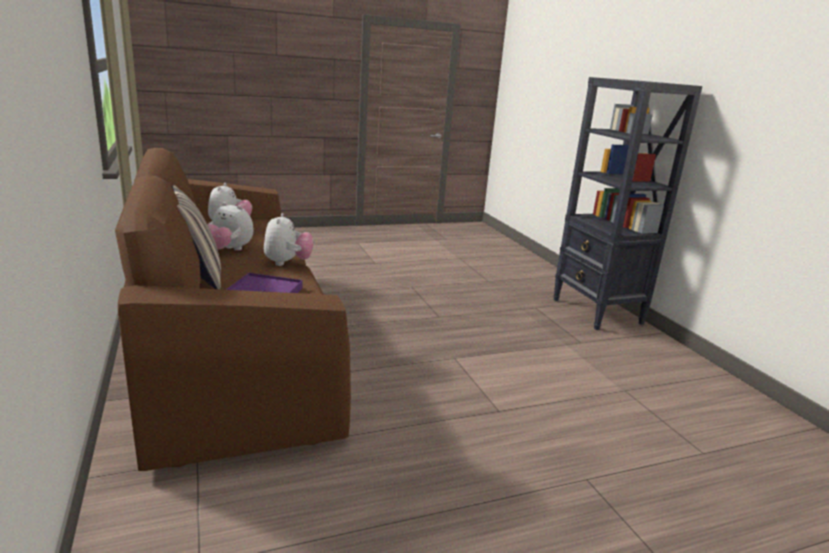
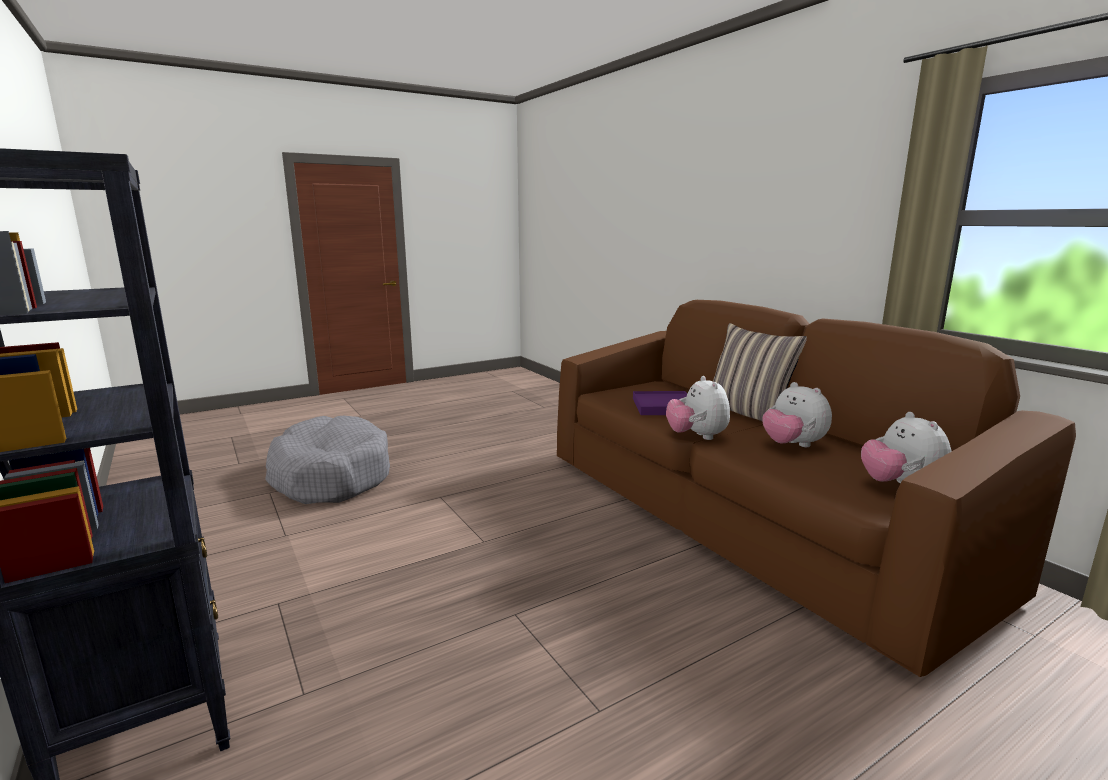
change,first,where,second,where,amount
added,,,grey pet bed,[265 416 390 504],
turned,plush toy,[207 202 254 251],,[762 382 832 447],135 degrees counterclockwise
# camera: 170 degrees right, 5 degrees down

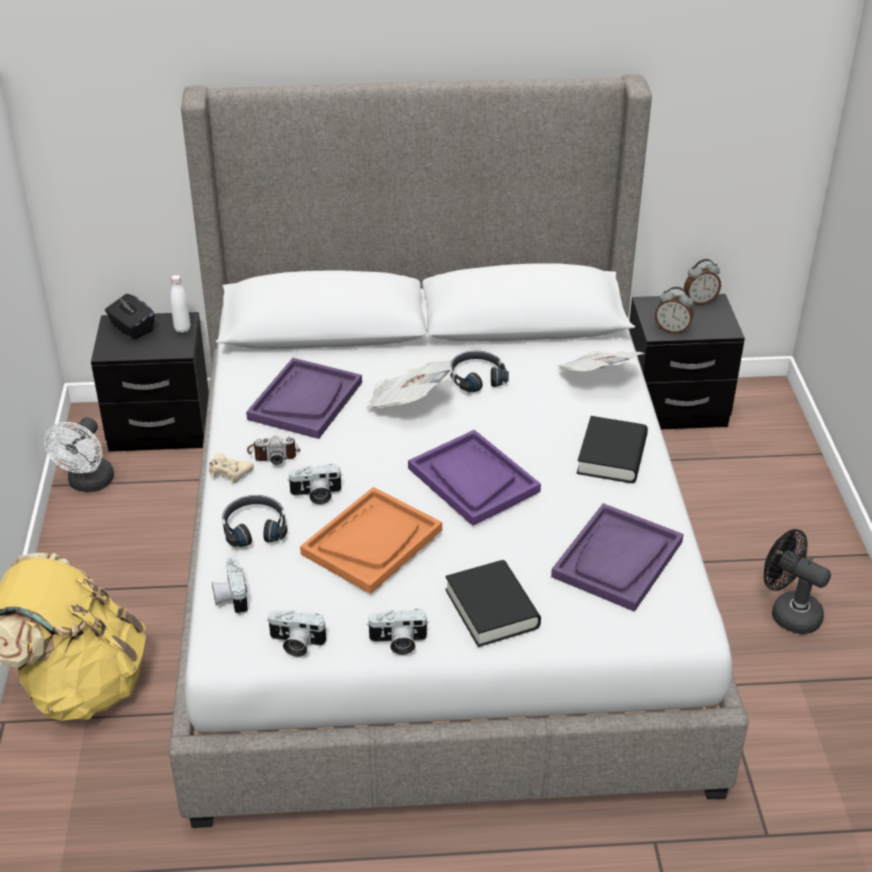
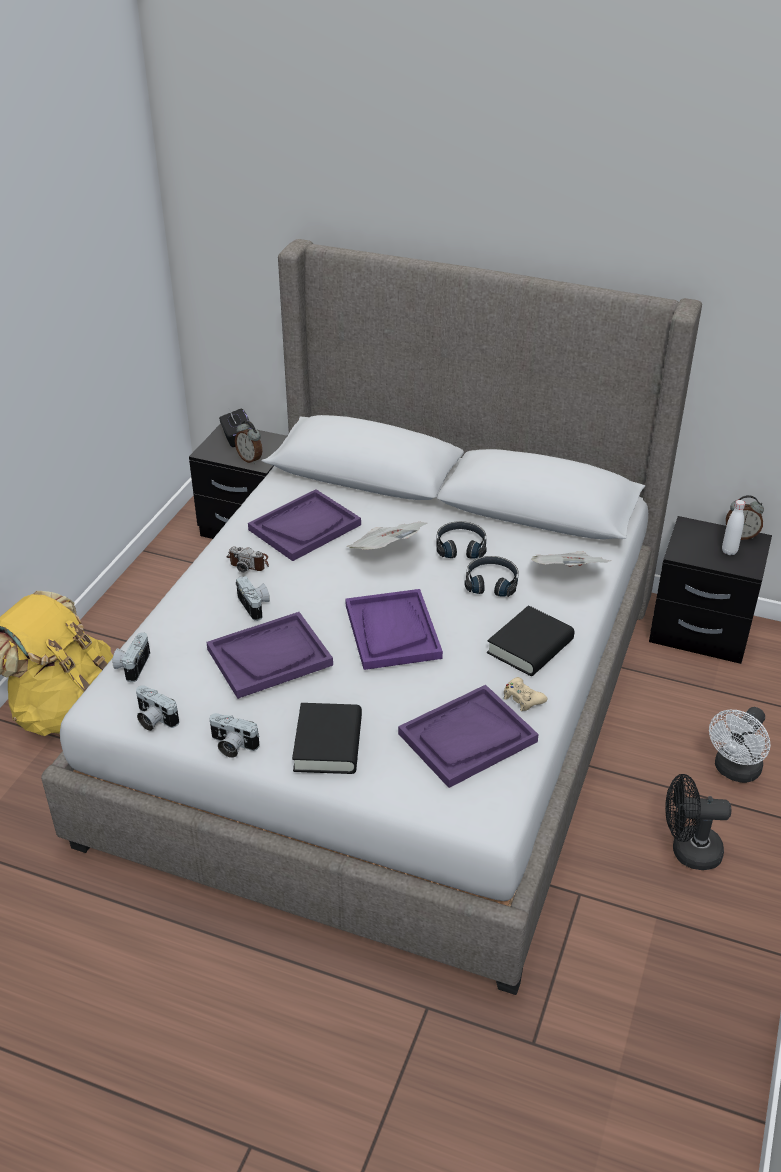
change,first,where,second,where,amount
recoloured,orange-coloured carrying tray,[300 487 442 594],purplish carrying tray,[206 612 333 699],
moved,table clock,[655 287 693 334],,[235 421 262 464],
turned,photo camera,[287 464 343 505],,[236 576 270 621],135 degrees counterclockwise
moved,black headset,[222 495 288 547],,[464 556 518 597],
moved,beige gamepad,[209 454 254 484],,[504 677 547 711],
turned,black electric fan,[764 529 831 634],,[665 774 731 870],60 degrees counterclockwise
moved,white electric fan,[44 417 114 492],,[709 707 771 783],
moved,white drink bottle,[170 275 190 333],,[722 500 745 555],
# camera: 25 degrees right, 0 degrees up

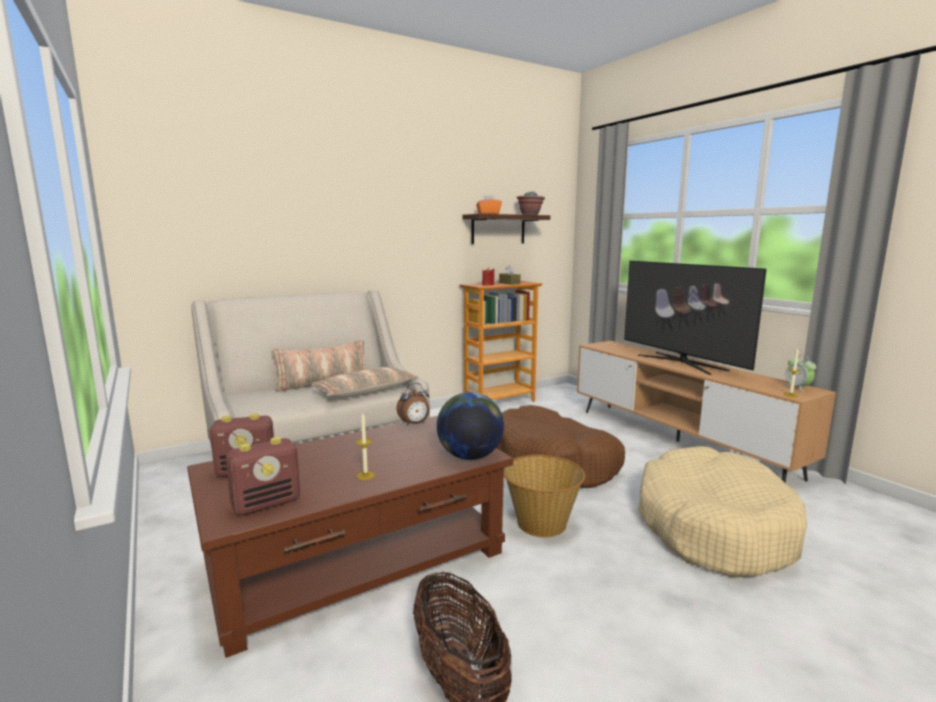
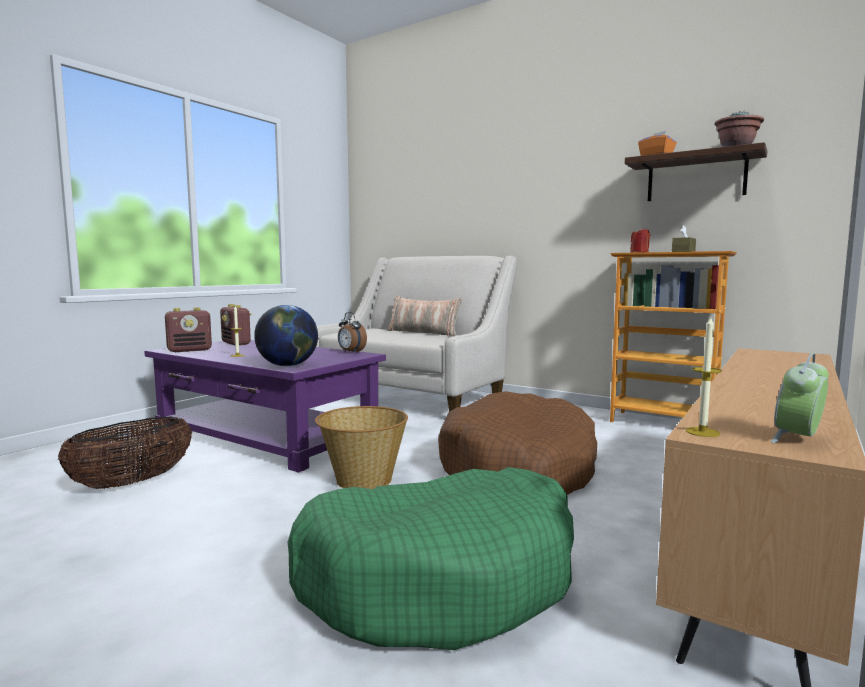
change,first,where,second,where,amount
recoloured,brown low table,[187 416 513 658],purplish low table,[144 340 386 472],
turned,radio set,[226 437 300 515],,[165 307 212 352],60 degrees counterclockwise
recoloured,beige pet bed,[638 446 807 578],green-coloured pet bed,[288 467 574 650],
removed,throw pillow,[310 367 418 398],,,
removed,TV set,[624 261 767 375],,,
# camera: 65 degrees right, 5 degrees down

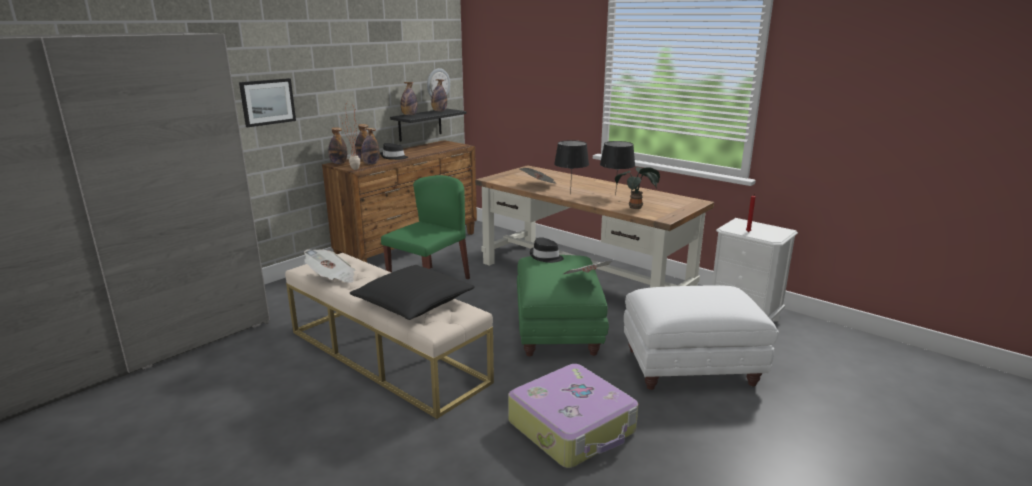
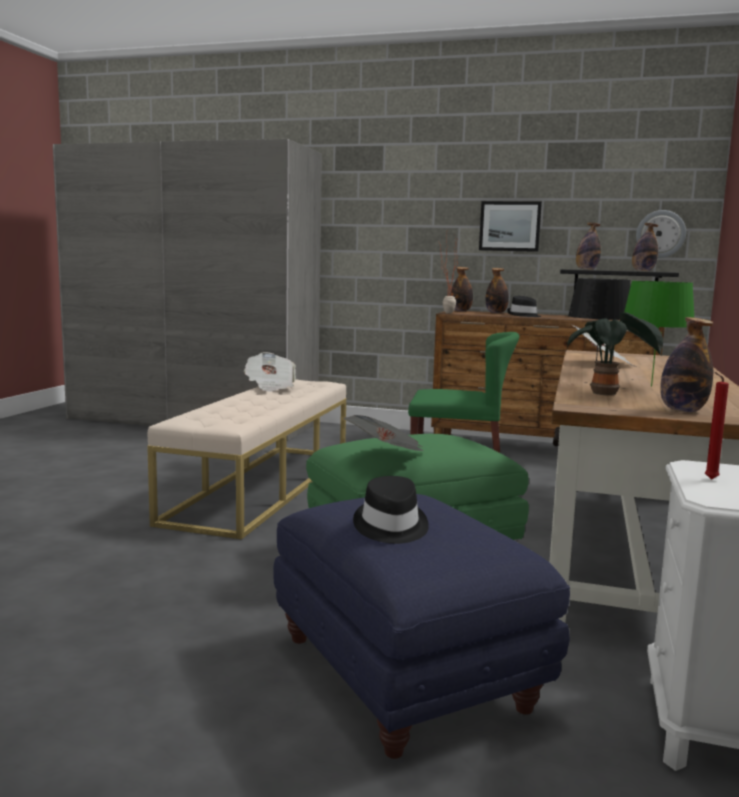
change,first,where,second,where,amount
recoloured,white pouffe,[624 285 778 390],blue-coloured pouffe,[273 494 570 759],
moved,black clothing hat,[529 237 564 263],,[353 476 429 544],
moved,wall art,[239 78 296 127],,[479 201 542 252],
recoloured,black tabletop lamp,[600 141 635 196],green-coloured tabletop lamp,[624 281 694 386],
moved,drink bottle,[361 128 380 165],,[660 317 713 412],
removed,black throw pillow,[349 265 475 320],,,
removed,piece of luggage,[508 364 638 468],,,
# camera: 65 degrees right, 10 degrees down

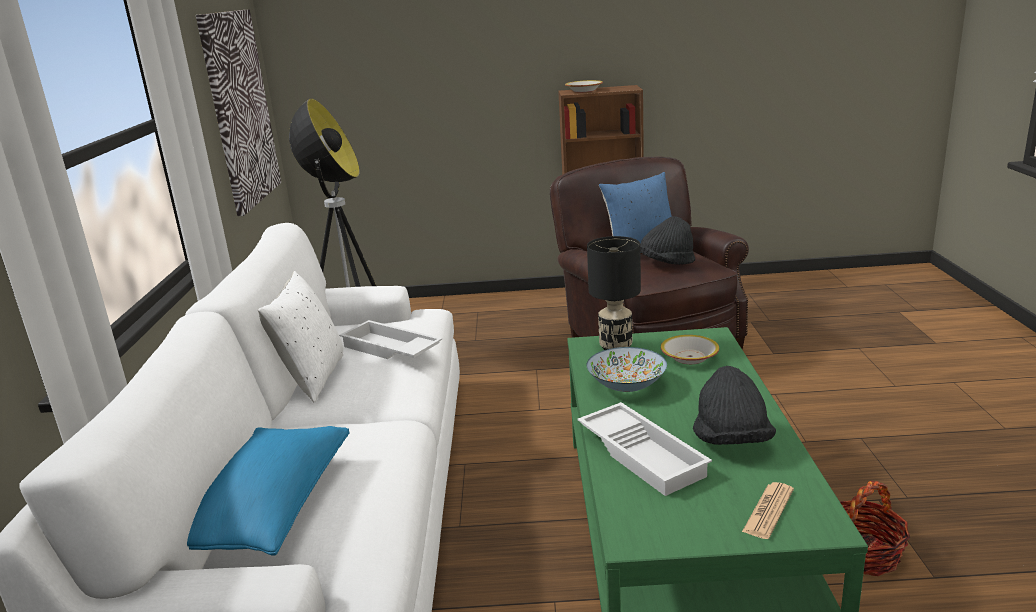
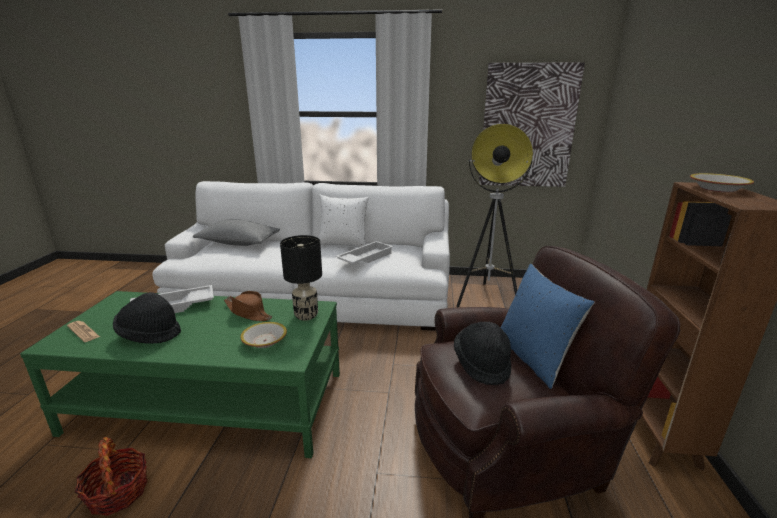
change,first,where,second,where,amount
recoloured,blue-coloured throw pillow,[187 426 350 555],grey throw pillow,[193 219 280 246],
replaced,bowl,[586 347 667 392],brown clothing hat,[224 291 272 321],
# camera: 95 degrees right, 0 degrees up

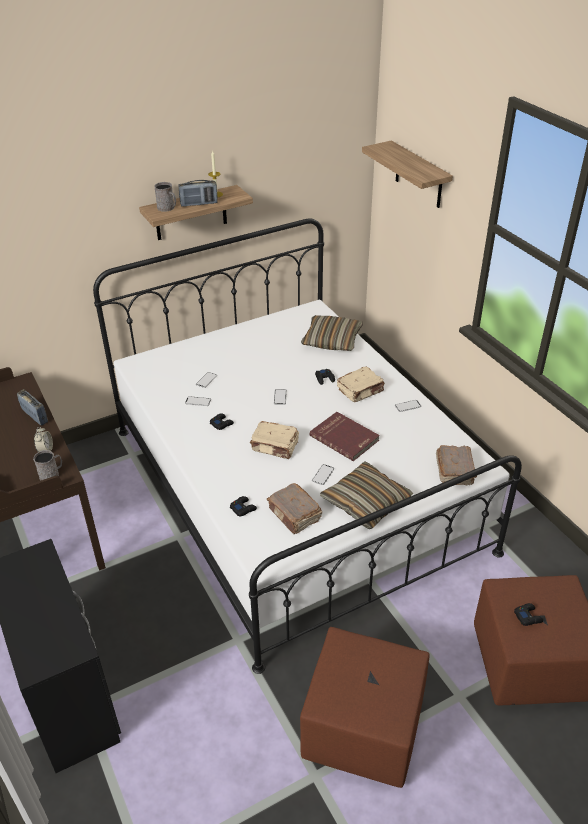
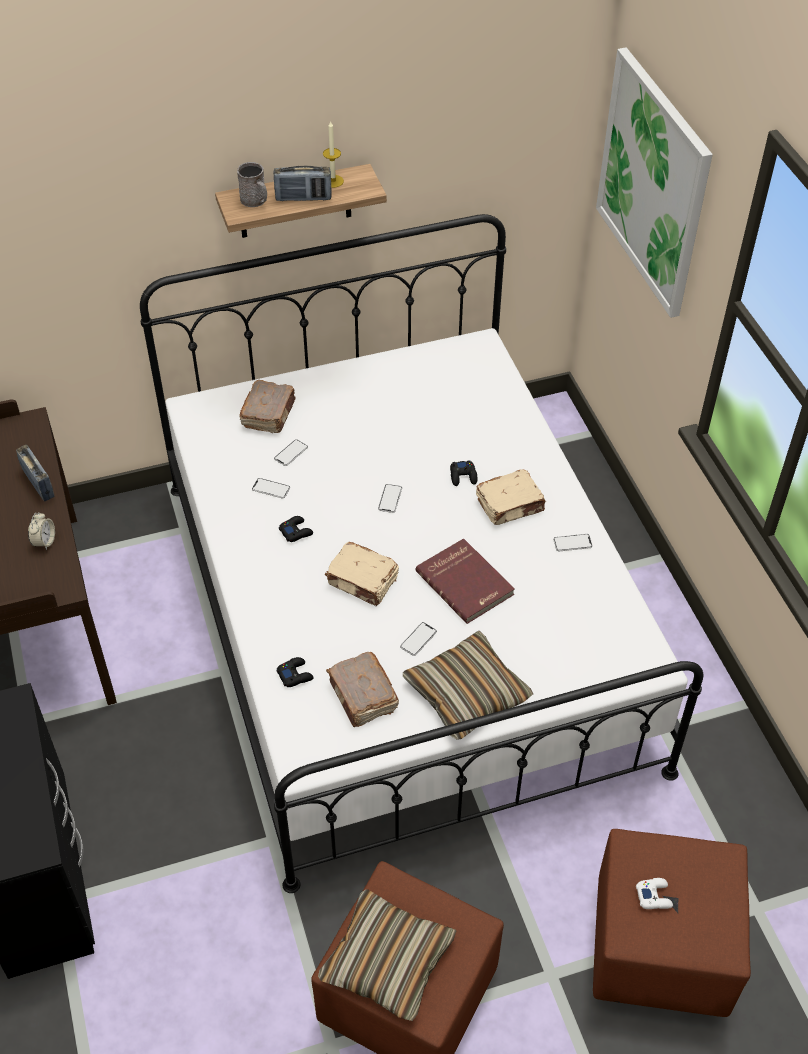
change,first,where,second,where,amount
moved,brown bound book,[436 445 477 486],,[239 380 296 433],
moved,throw pillow,[301 315 363 351],,[318 889 456 1021],
replaced,shelf,[362 140 453 208],wall art,[596 47 713 318],
recoloured,black gamepad,[514 603 543 626],white gamepad,[636 878 673 909],
removed,grey mug,[33 450 62 480],,,
# camera: 10 degrees right, 10 degrees up

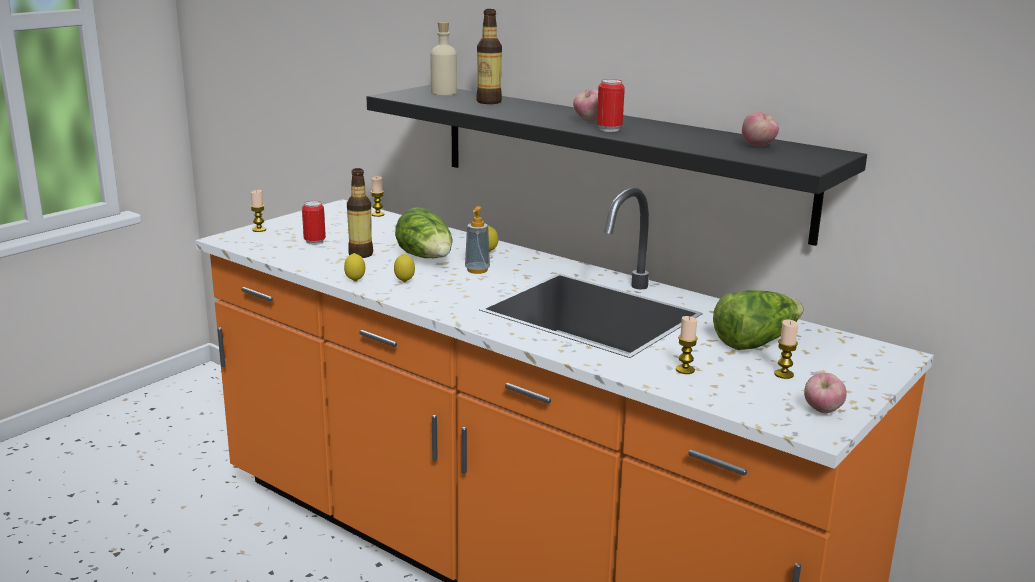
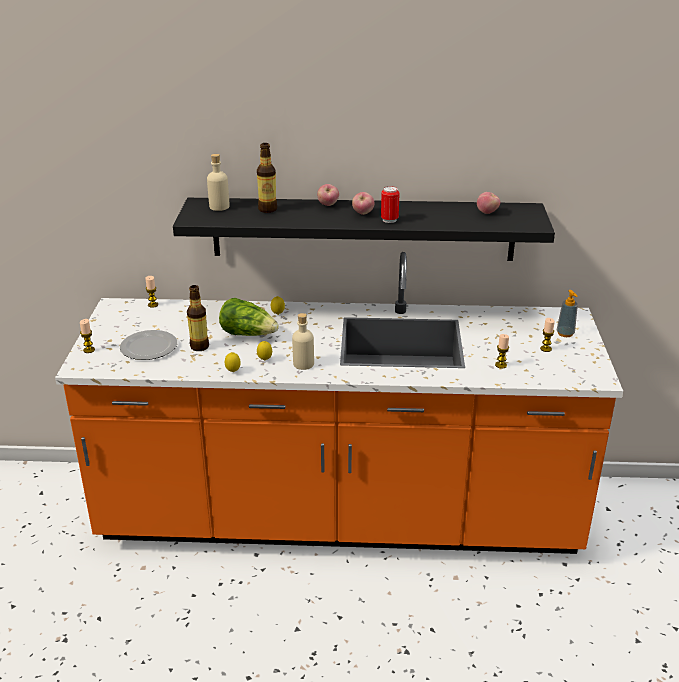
change,first,where,second,where,amount
replaced,sealed can,[302 201 326 245],flat dish,[120 330 177 360],
added,,,beige drink bottle,[292 313 314 370],
moved,apple fruit,[804 373 847 413],,[317 184 339 206],
moved,soap dispenser,[465 206 490 274],,[557 290 578 337],
removed,head of lettuce,[713 290 804 350],,,
# camera: 35 degrees left, 10 degrees up

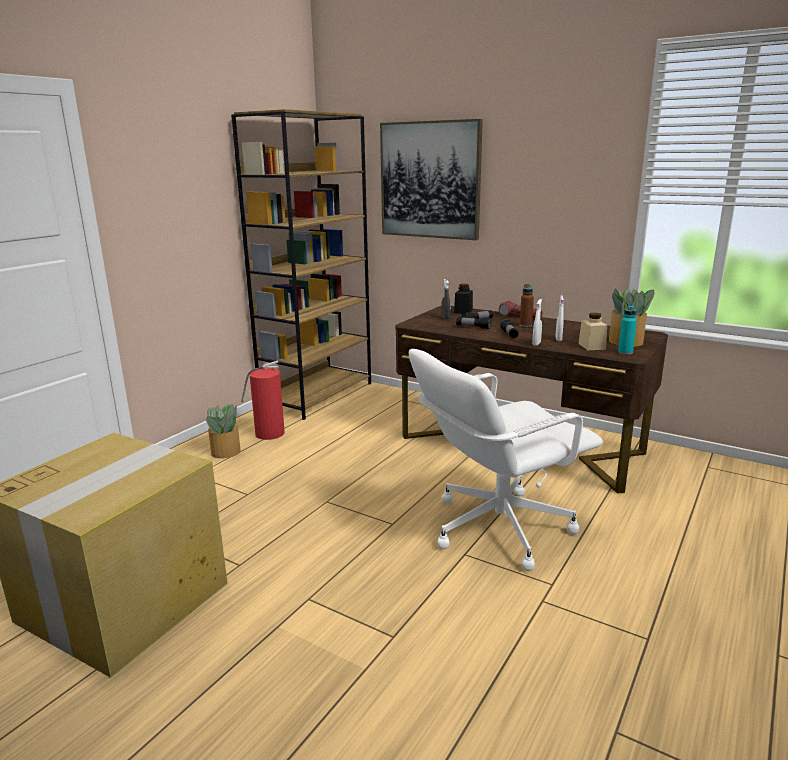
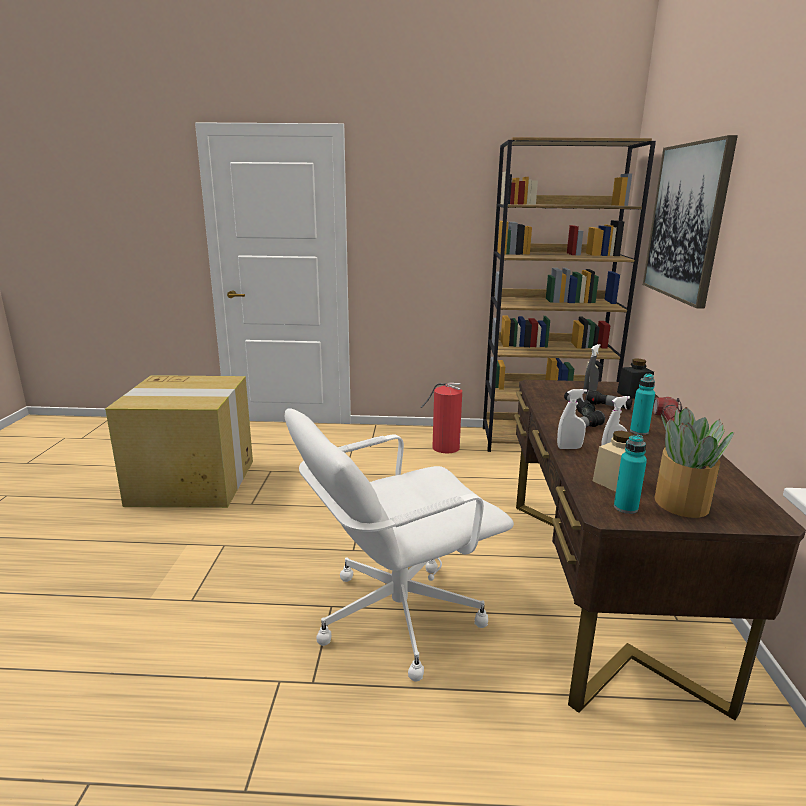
change,first,where,second,where,amount
turned,white office chair,[409 349 603 571],,[285 408 514 681],60 degrees counterclockwise
recoloured,brown drink bottle,[520 284 534 327],blue-green drink bottle,[630 374 655 435],
removed,houseplant,[202 404 241 458],,,
# camera: 60 degrees right, 0 degrees up

